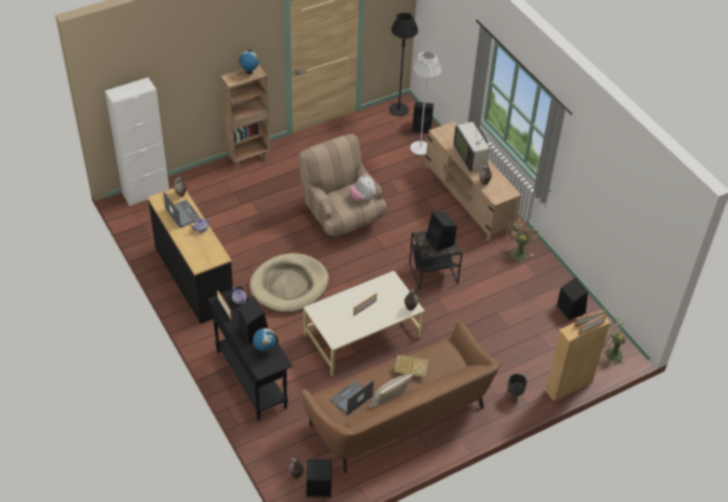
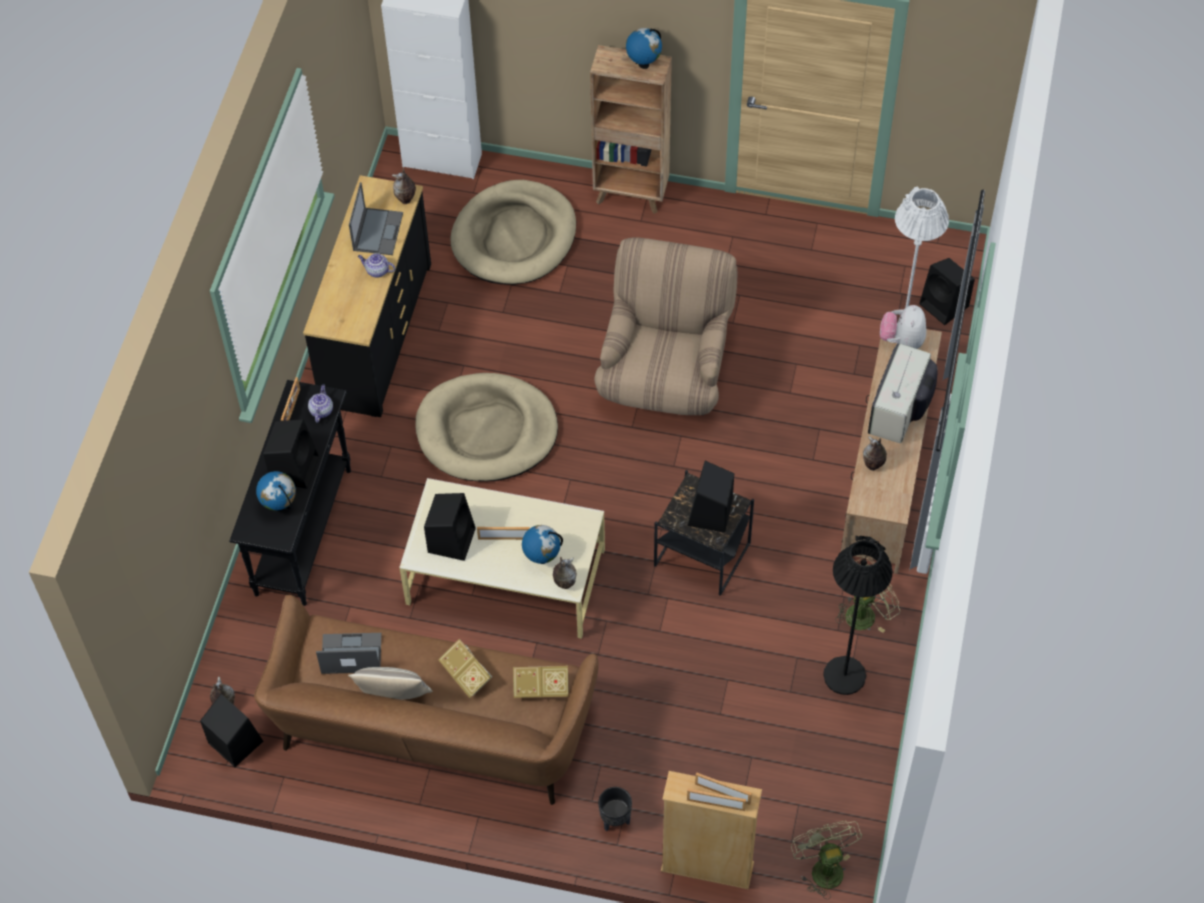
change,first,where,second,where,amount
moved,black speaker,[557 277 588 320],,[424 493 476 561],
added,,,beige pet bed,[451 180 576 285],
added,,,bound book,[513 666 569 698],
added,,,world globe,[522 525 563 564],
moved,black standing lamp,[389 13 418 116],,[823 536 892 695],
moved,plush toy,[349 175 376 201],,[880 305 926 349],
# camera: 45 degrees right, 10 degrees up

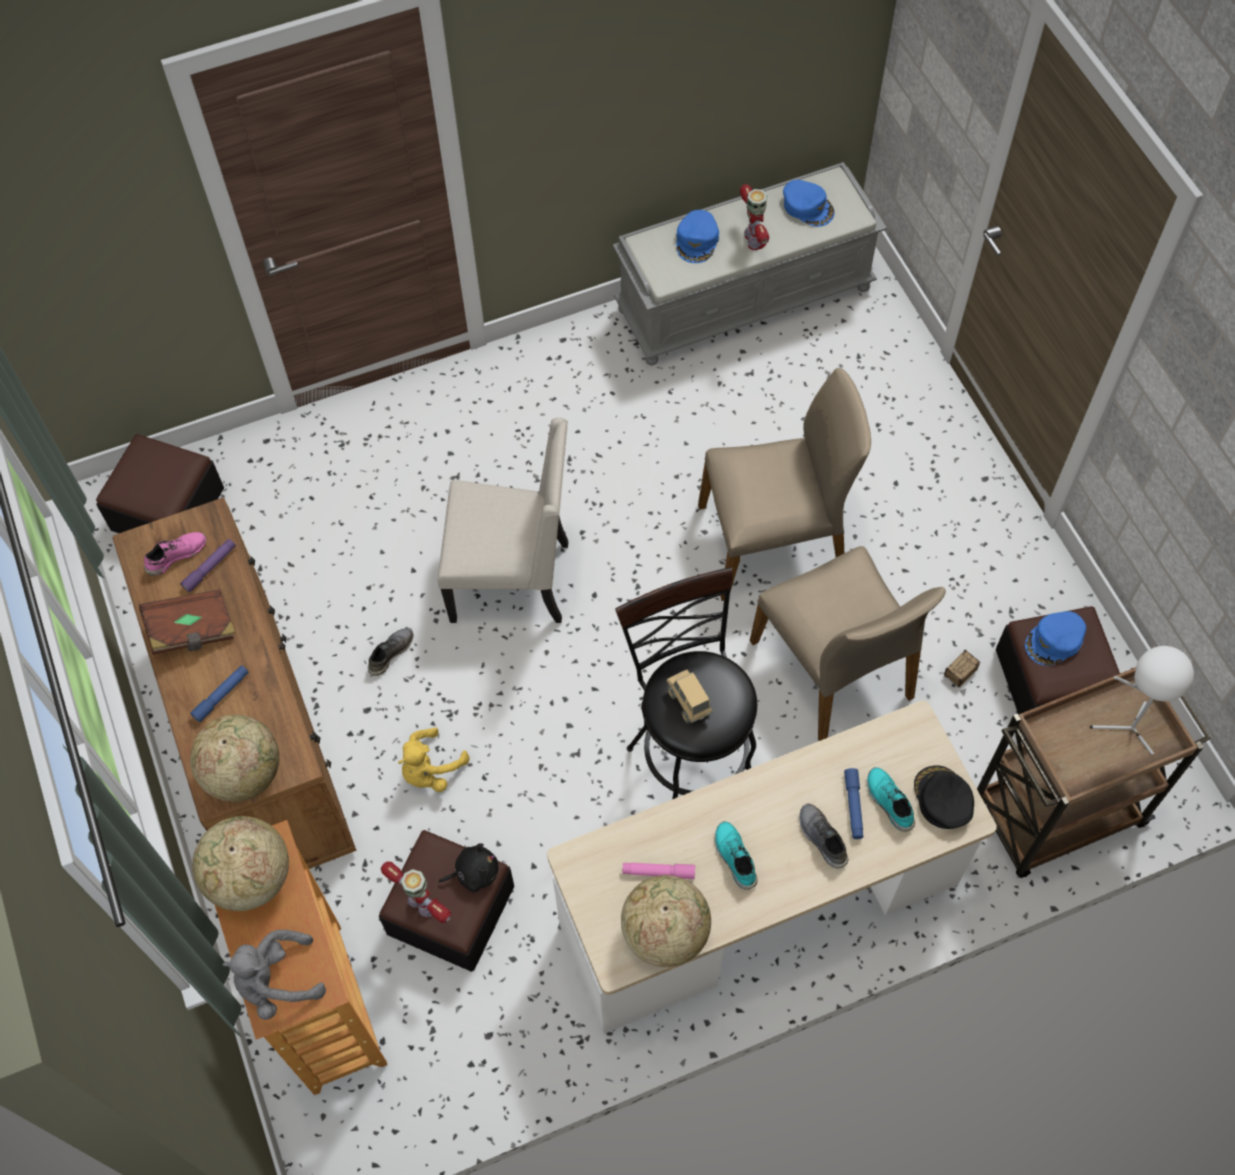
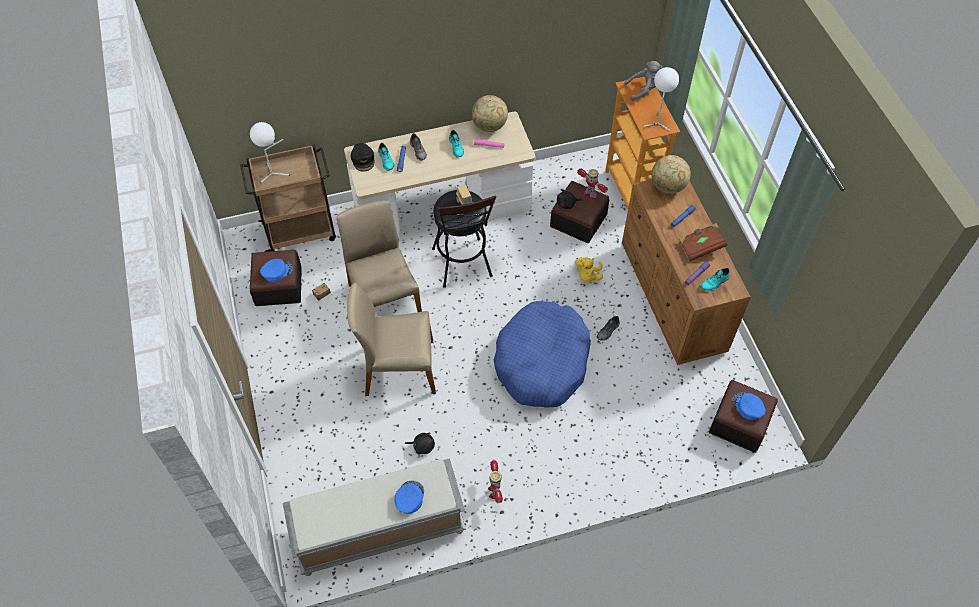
change,first,where,second,where,amount
added,,,black plush toy,[405 433 435 455],
moved,toy robot,[740 184 769 250],,[488 461 503 503],
replaced,beige chair,[438 418 568 623],blue-coloured pet bed,[494 301 591 408],
turned,yellow-coloured plush toy,[398 727 469 792],,[575 257 603 282],150 degrees clockwise
replaced,world globe,[193 816 289 911],white tabletop lamp,[644 67 679 131],
recoloured,pink-coloured low shoe,[144 532 206 576],blue-green low shoe,[700 268 730 291],
moved,blue-coloured peaked cap,[783 180 835 227],,[732 393 766 420],
# camera: 175 degrees left, 5 degrees down

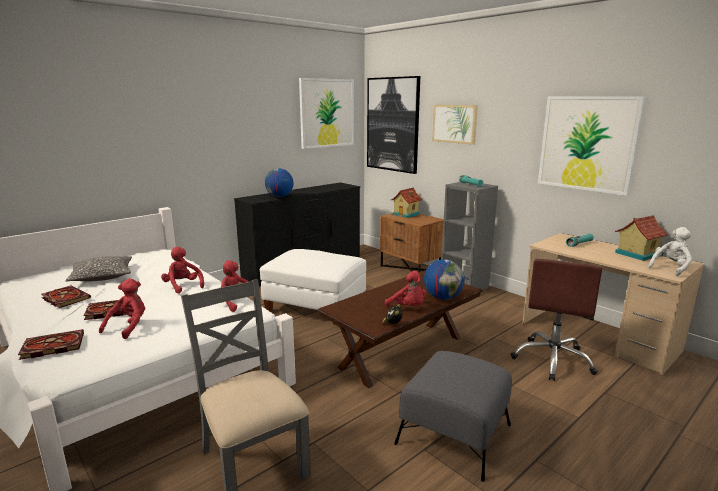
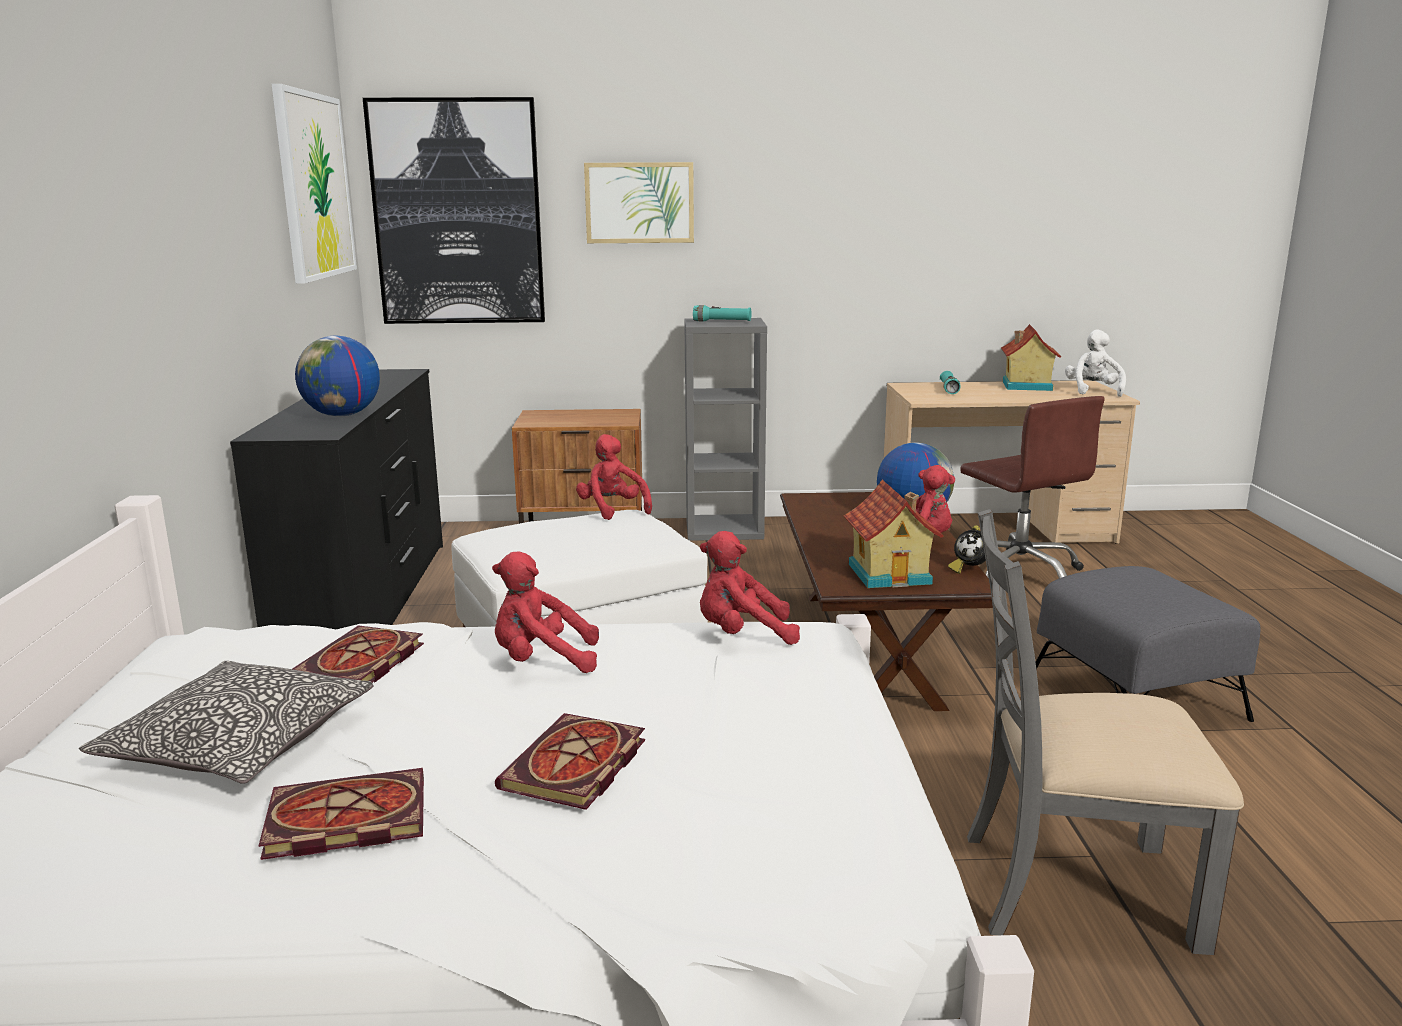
change,first,where,second,where,amount
moved,bound book,[18 329 84 360],,[292 625 424 683],
moved,reddish plush toy,[99 278 145 339],,[576 434 652 520],
moved,model house,[391 187 422 218],,[844 480 944 588],
removed,wall art,[538 96 646 196],,,
# camera: 50 degrees left, 0 degrees up

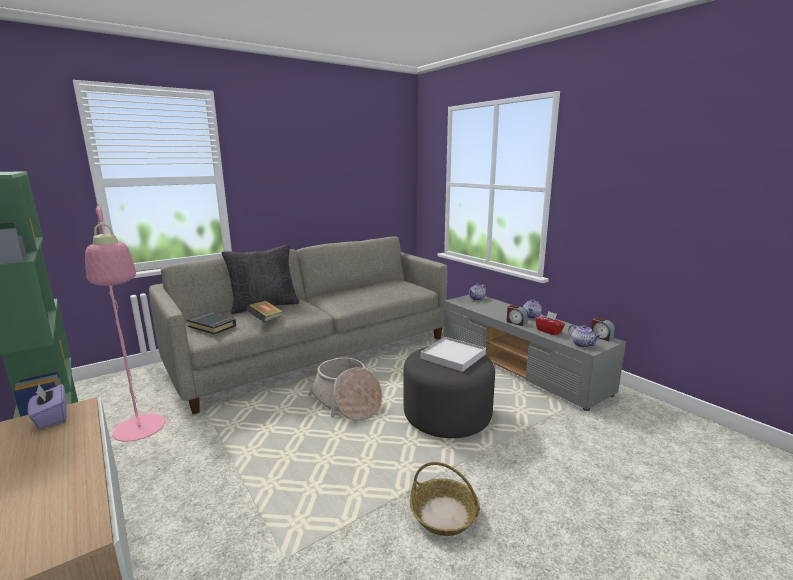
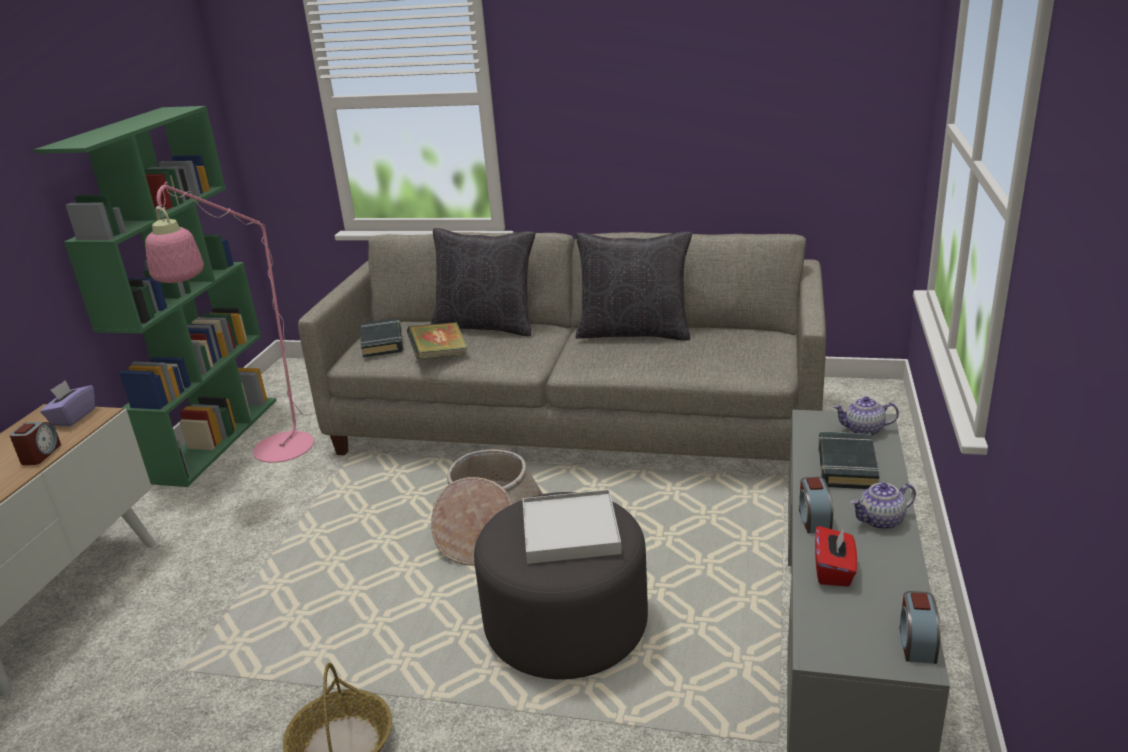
change,first,where,second,where,amount
added,,,table clock,[10 422 61 465],
added,,,black throw pillow,[575 232 692 340],
added,,,black bound book,[818 432 879 489],
removed,tea pot,[568 325 600 348],,,
# camera: 50 degrees right, 10 degrees up

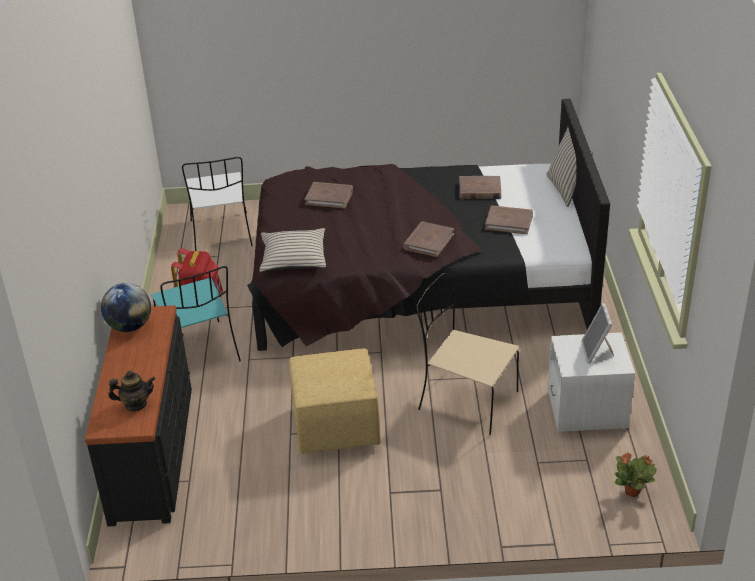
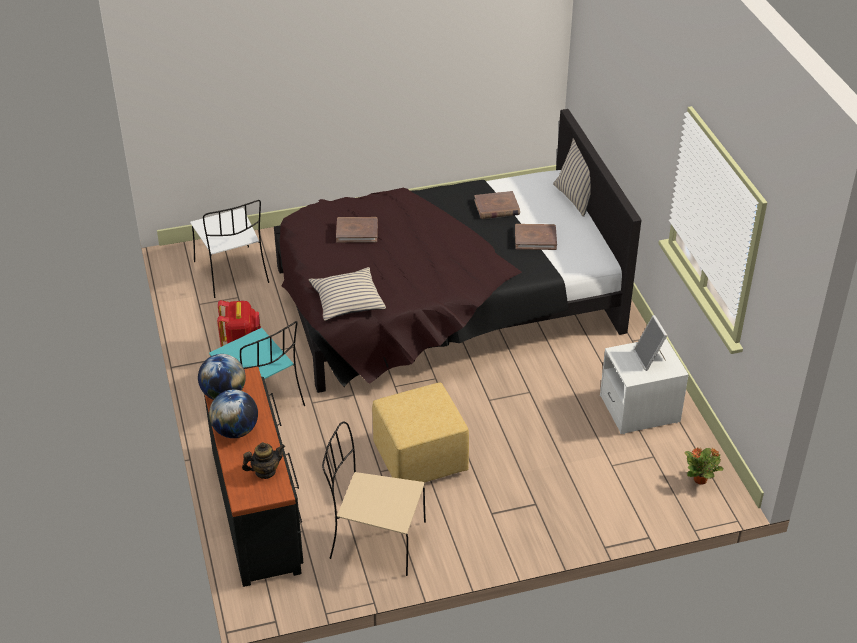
change,first,where,second,where,amount
added,,,world globe,[209 389 258 438],
moved,beige chair,[416 273 519 435],,[322 422 426 576],
removed,brown bound book,[403 222 454 257],,,
# camera: 15 degrees left, 5 degrees up

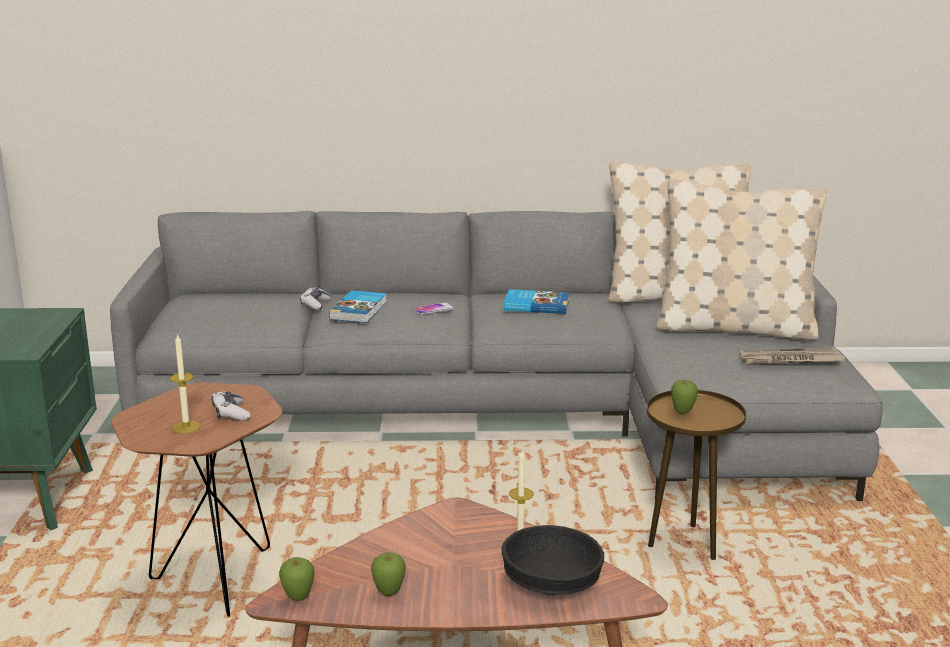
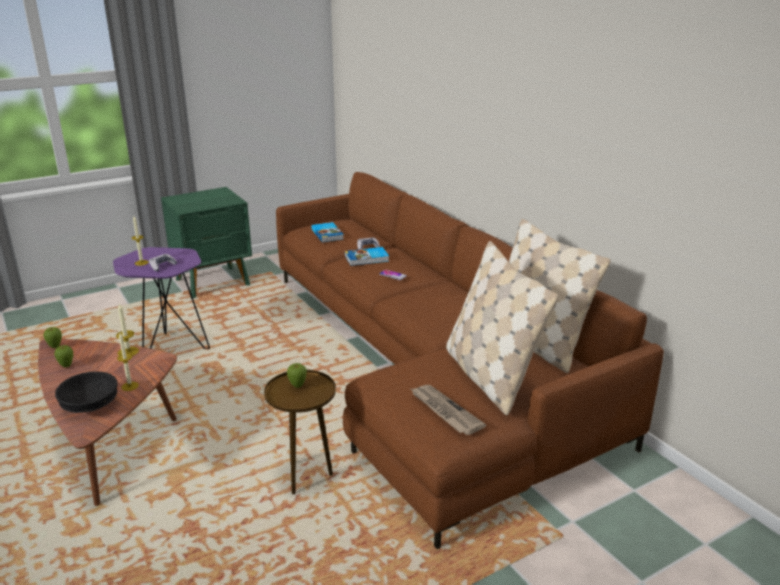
change,first,where,second,where,amount
recoloured,brown side table,[111 382 283 617],purplish side table,[113 247 210 349],
added,,,wax light,[116 303 139 356],
recoloured,grey sofa,[110 211 883 501],brown sofa,[276 172 664 549],
moved,bound book,[504 289 569 314],,[311 222 344 243],
# camera: 60 degrees right, 5 degrees up

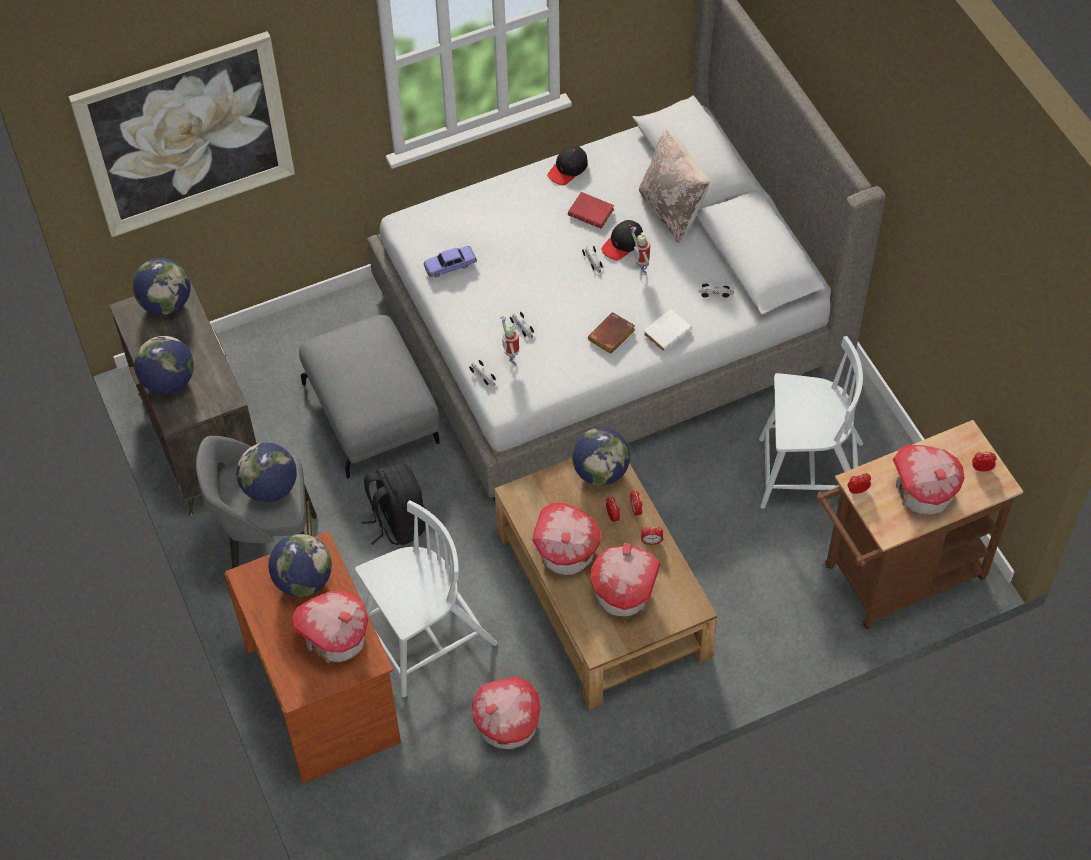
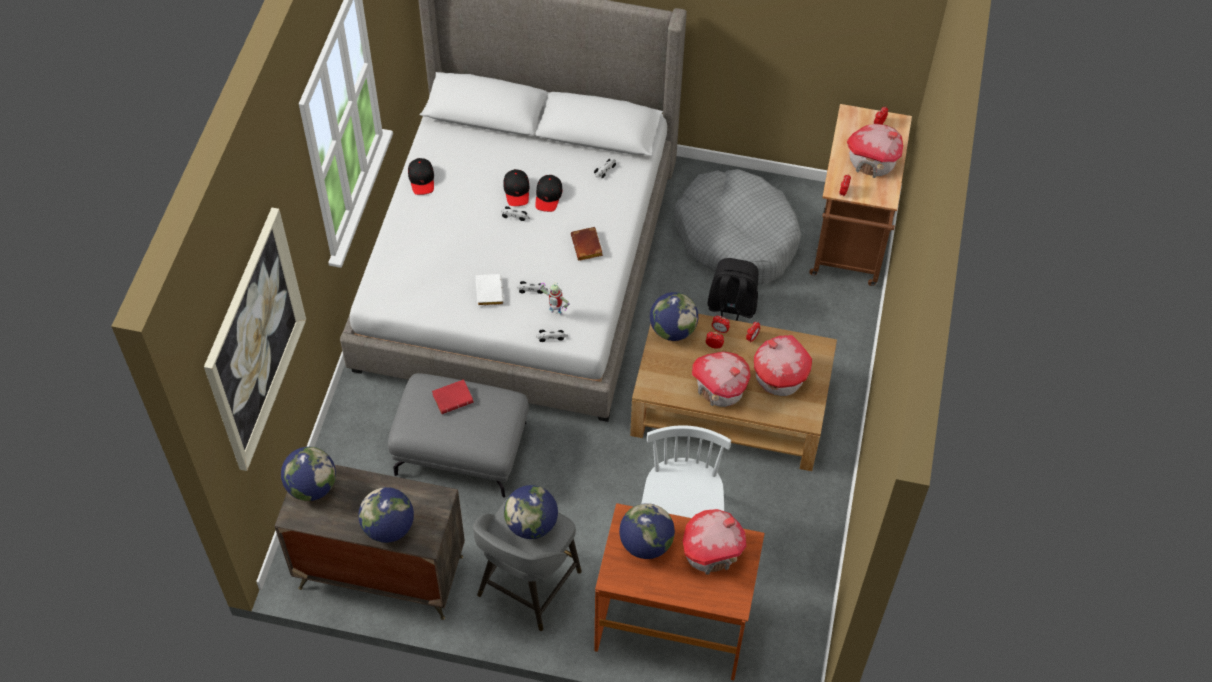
change,first,where,second,where,amount
moved,reddish bound book,[568 192 614 229],,[432 379 474 414],
moved,white bound book,[643 309 692 352],,[476 274 504 306],
replaced,toy robot,[631 227 650 276],black peaked cap,[535 175 563 212],
replaced,white chair,[759 336 863 509],grey pet bed,[674 169 801 285],
moved,black knapsack,[361 463 425 545],,[708 258 759 321],
removed,miniature car,[423 246 477 277],,,
removed,model house,[472 676 541 749],,,
removed,beige throw pillow,[639 129 709 243],,,
# camera: 55 degrees left, 0 degrees up

